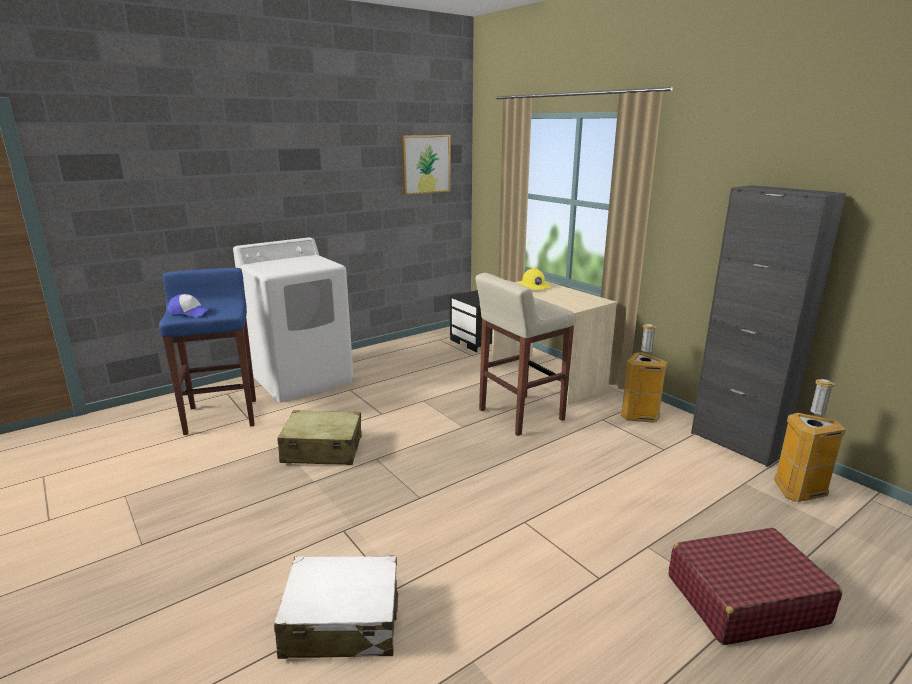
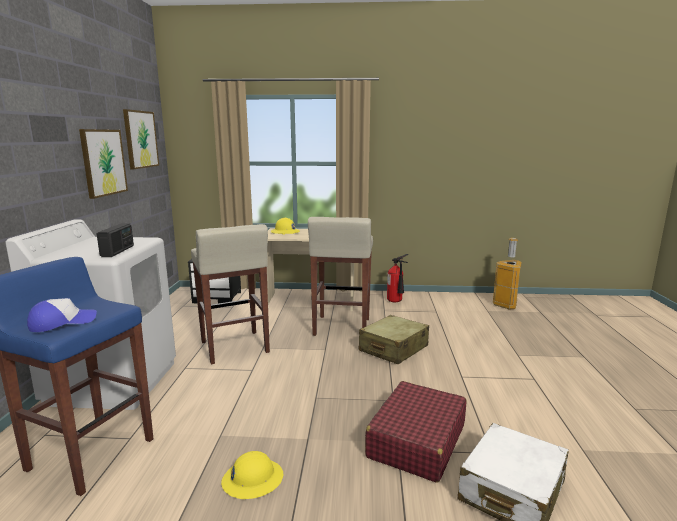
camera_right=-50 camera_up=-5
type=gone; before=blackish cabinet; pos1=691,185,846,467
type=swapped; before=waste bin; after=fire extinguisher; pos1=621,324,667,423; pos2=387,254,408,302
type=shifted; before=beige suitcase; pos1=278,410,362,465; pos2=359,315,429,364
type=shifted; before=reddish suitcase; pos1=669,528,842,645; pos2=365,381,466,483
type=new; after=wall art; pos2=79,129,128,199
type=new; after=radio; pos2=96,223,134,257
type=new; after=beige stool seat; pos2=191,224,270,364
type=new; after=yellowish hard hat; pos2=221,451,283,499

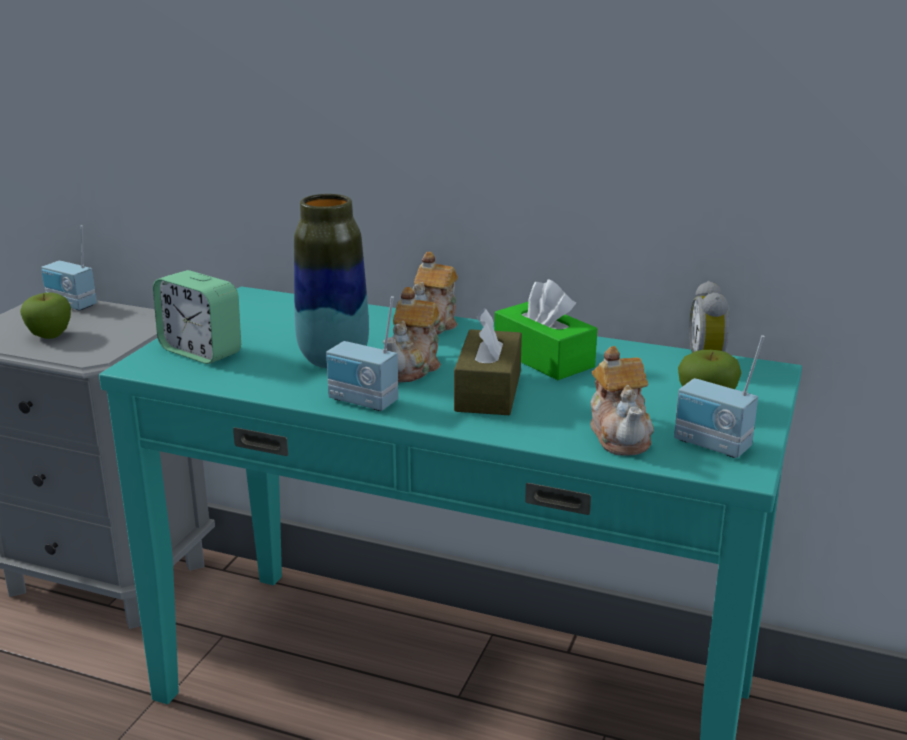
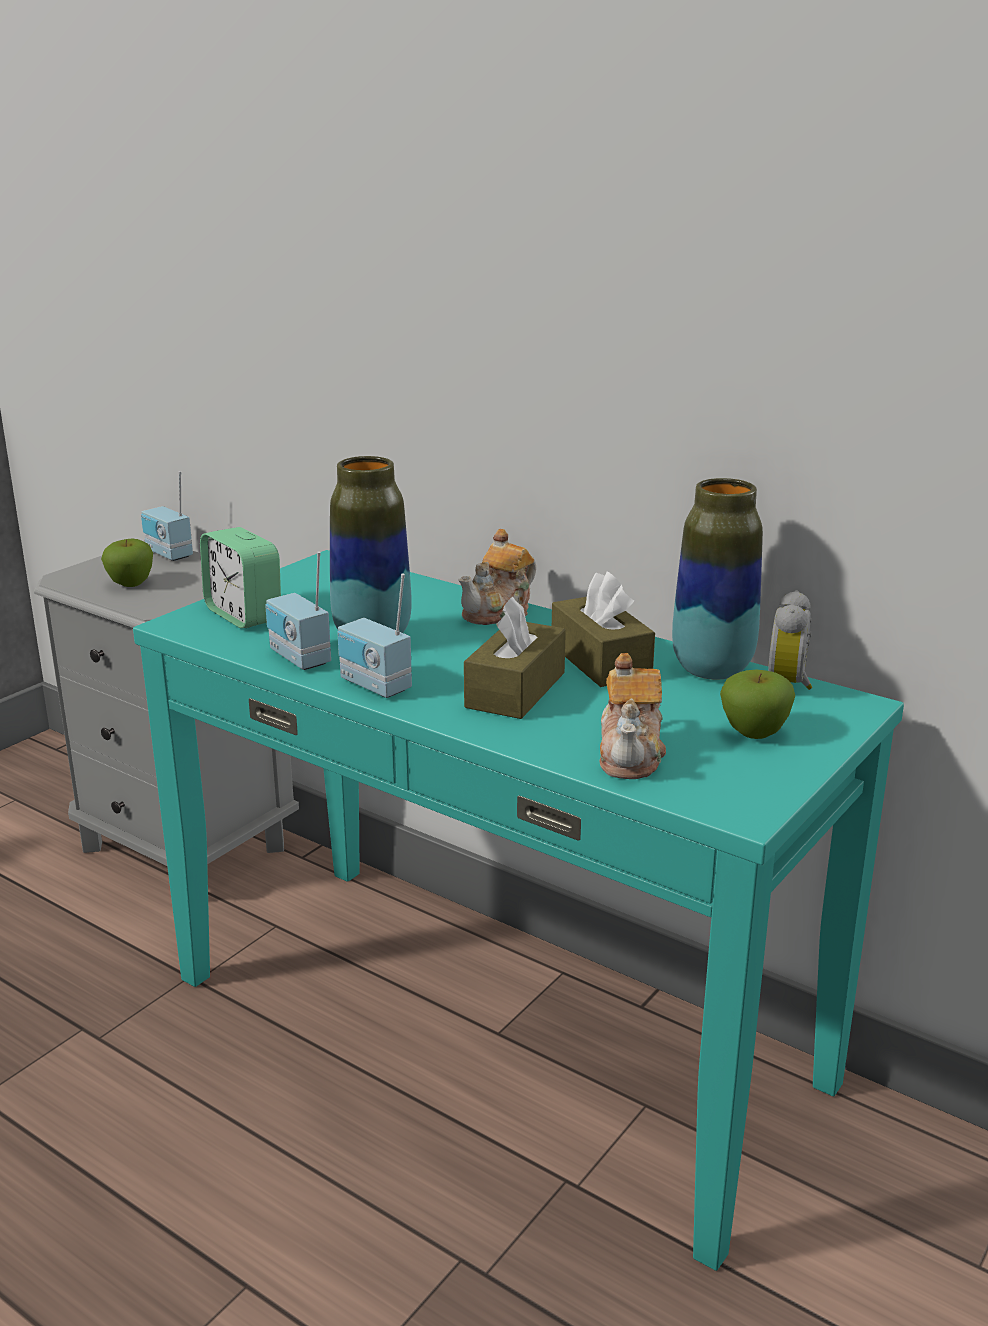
camera_right=15 camera_up=0
type=repainted; before=green-coloured box of tissues; after=brown box of tissues; pos1=494,279,597,380; pos2=552,572,655,687
type=gone; before=teapot; pos1=383,287,441,382
type=shifted; before=radio; pos1=674,335,765,458; pos2=265,551,331,670
type=new; after=vase; pos2=672,478,763,680

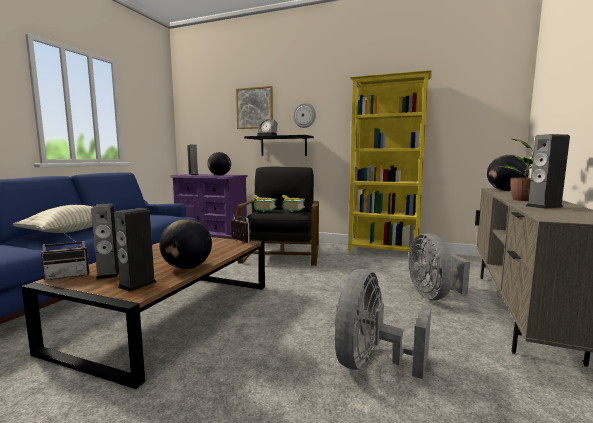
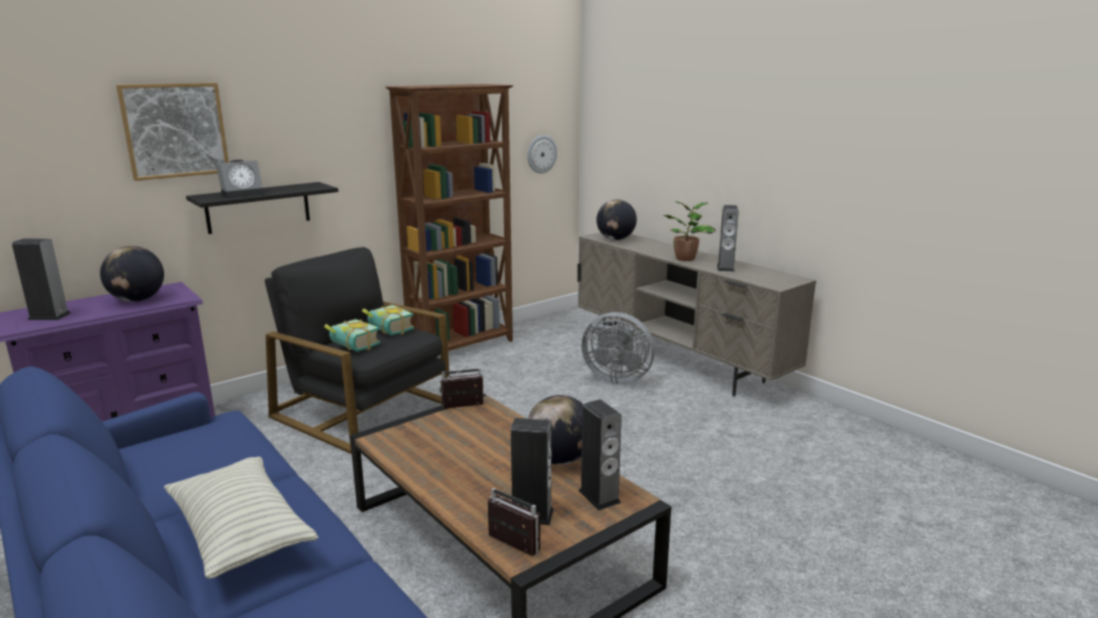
camera_right=-60 camera_up=10
type=repainted; before=yellowish shelving unit; after=brown shelving unit; pos1=348,70,432,252; pos2=385,84,513,351
type=shifted; before=wall clock; pos1=293,103,316,128; pos2=527,135,557,174
type=rotated; before=radio; pos1=41,231,90,280; pos2=488,488,540,556; turn=-60
type=gone; before=grey fan; pos1=335,269,431,379

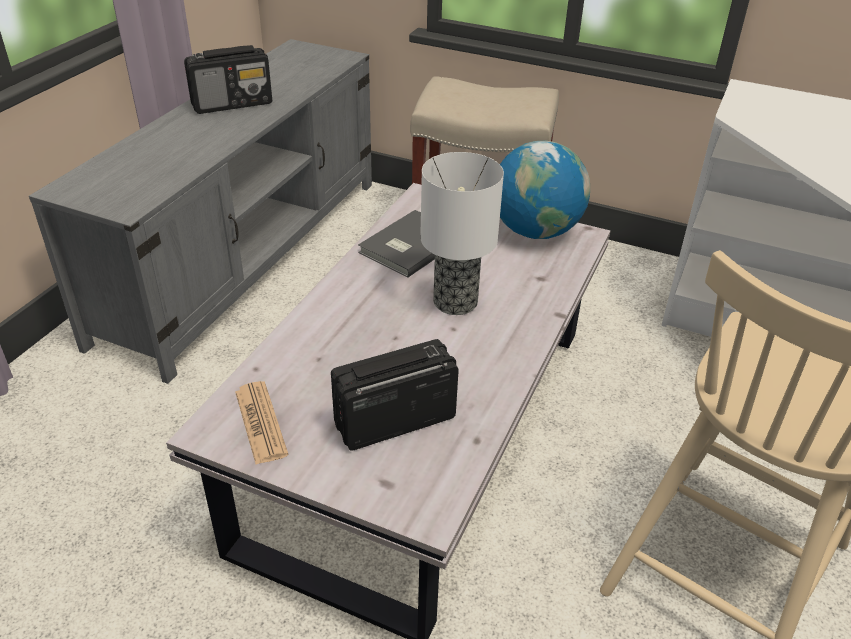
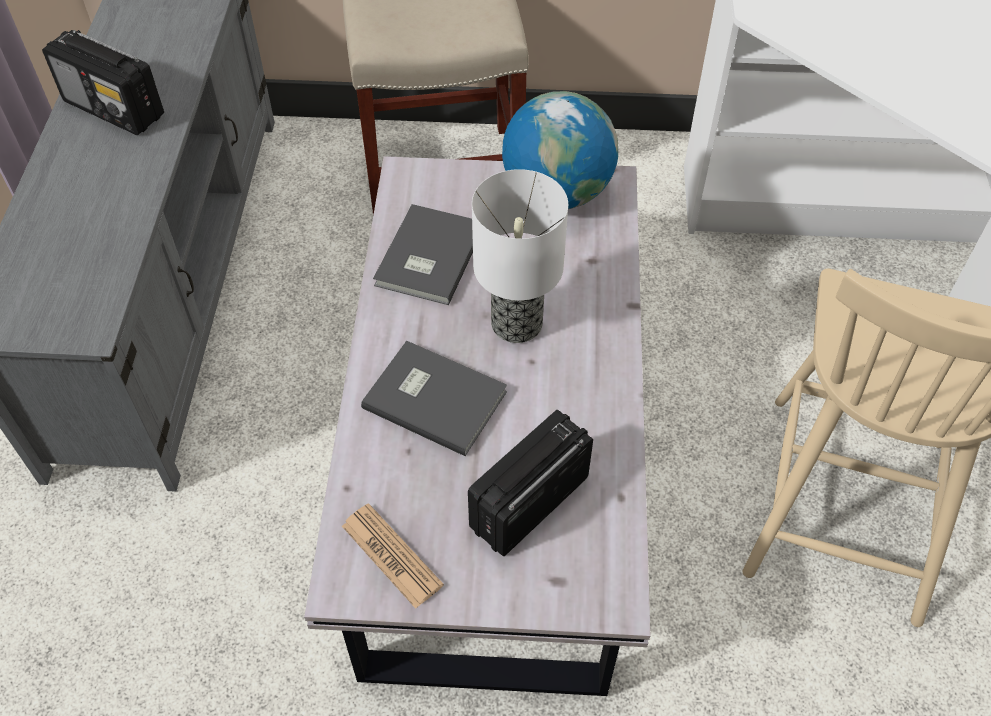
camera_right=-20 camera_up=15
type=rotated; before=radio; pos1=184,45,272,114; pos2=42,30,164,135; turn=75
type=new; after=grey bound book; pos2=361,341,507,456

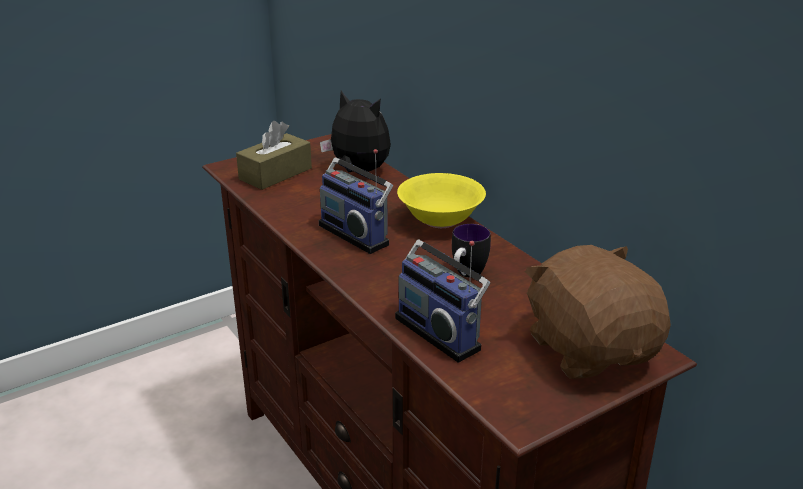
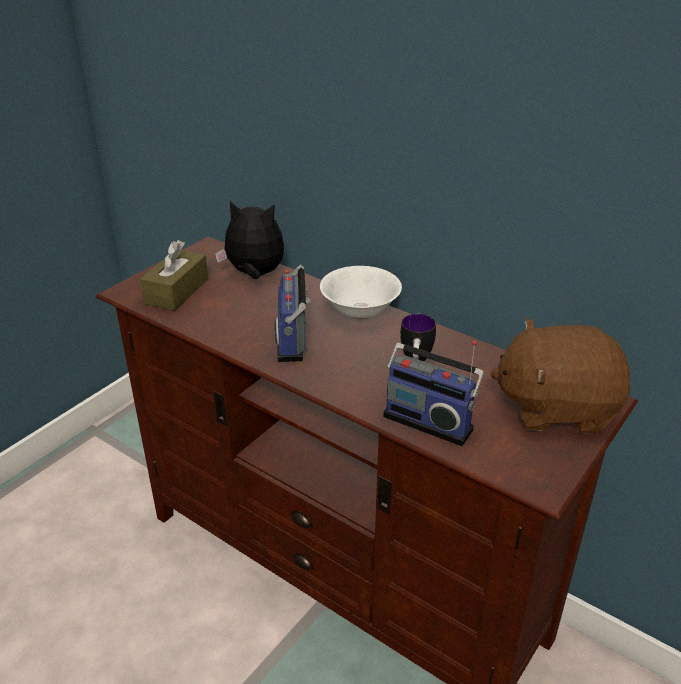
camera_right=-20 camera_up=5
type=rotated; before=radio; pos1=319,149,393,254; pos2=275,264,312,362; turn=60
type=repainted; before=yellowish deep dish; after=whitish deep dish; pos1=397,173,486,228; pos2=320,266,402,319
type=rotated; before=brown plush toy; pos1=525,245,671,379; pos2=491,318,630,434; turn=-45

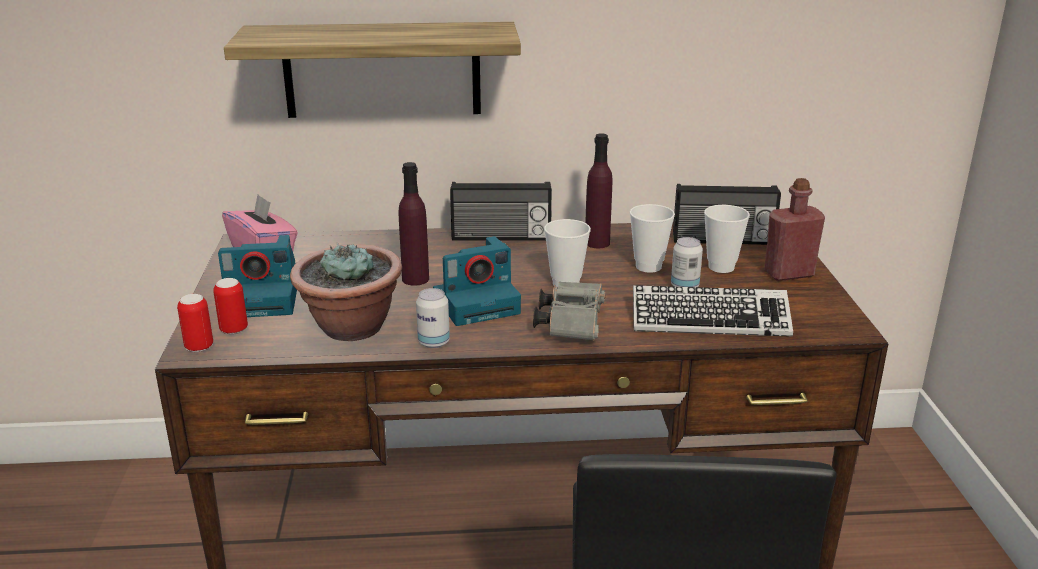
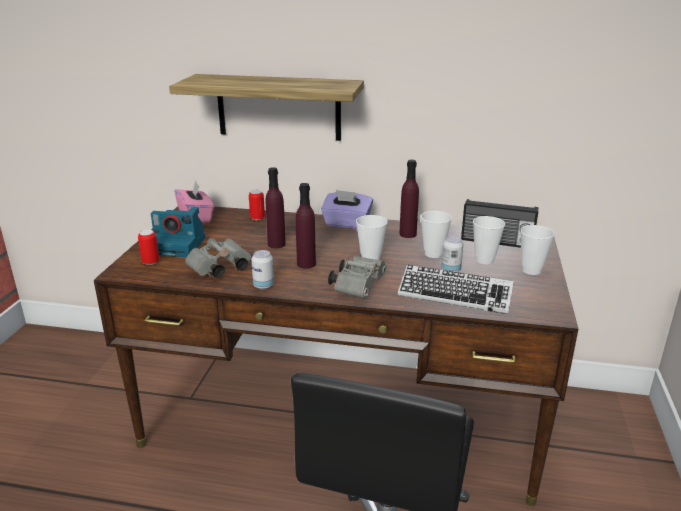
camera_right=15 camera_up=0
type=swapped; before=reddish drink bottle; after=small cup; pos1=764,178,825,281; pos2=520,225,555,275
type=swapped; before=radio; after=purplish box of tissues; pos1=450,182,552,241; pos2=321,190,373,229
type=swapped; before=photo camera; after=purplish drink bottle; pos1=433,236,521,326; pos2=296,183,316,269
type=swapped; before=plant in a pot; after=grey field glasses; pos1=290,243,402,341; pos2=185,238,251,278
type=shifted; before=metal can; pos1=177,294,213,352; pos2=249,190,265,221

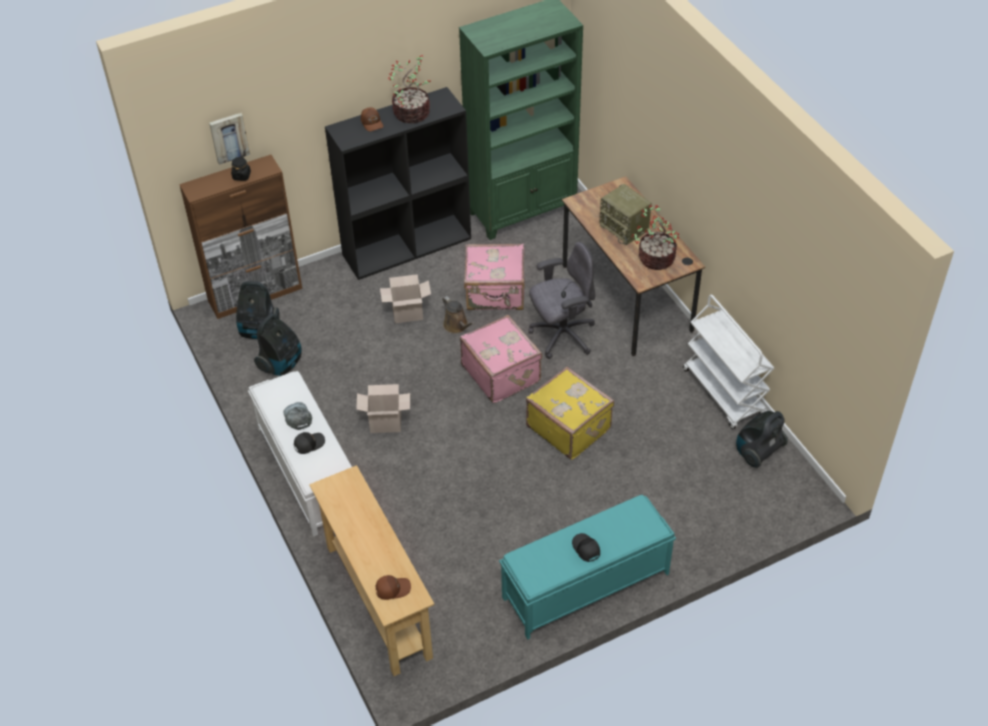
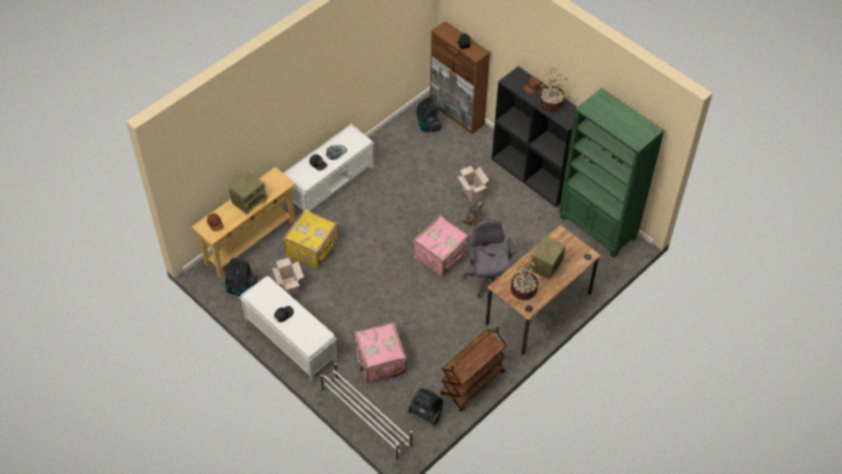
camera_right=70 camera_up=5
type=gone; before=wall art; pos1=209,113,250,165
type=rotated; before=grey desk chair; pos1=528,242,596,359; pos2=463,219,516,298; turn=-150
type=shifted; before=pink suitcase; pos1=464,244,524,310; pos2=354,322,407,384
type=repainted; before=whitish trolley; after=brown trolley; pos1=683,295,775,429; pos2=440,326,507,411
type=shifted; before=hoover; pos1=254,314,302,376; pos2=225,258,257,296
type=shifted; before=yellowish suitcase; pos1=526,367,614,460; pos2=283,209,339,269
type=shifted; before=carton; pos1=356,384,410,433; pos2=272,258,304,295
type=repainted; before=turquoise bench; after=whitish bench; pos1=499,495,676,640; pos2=240,277,337,381
type=new; after=radio; pos2=229,172,268,215
type=new; after=whitish shoe rack; pos2=320,363,412,461

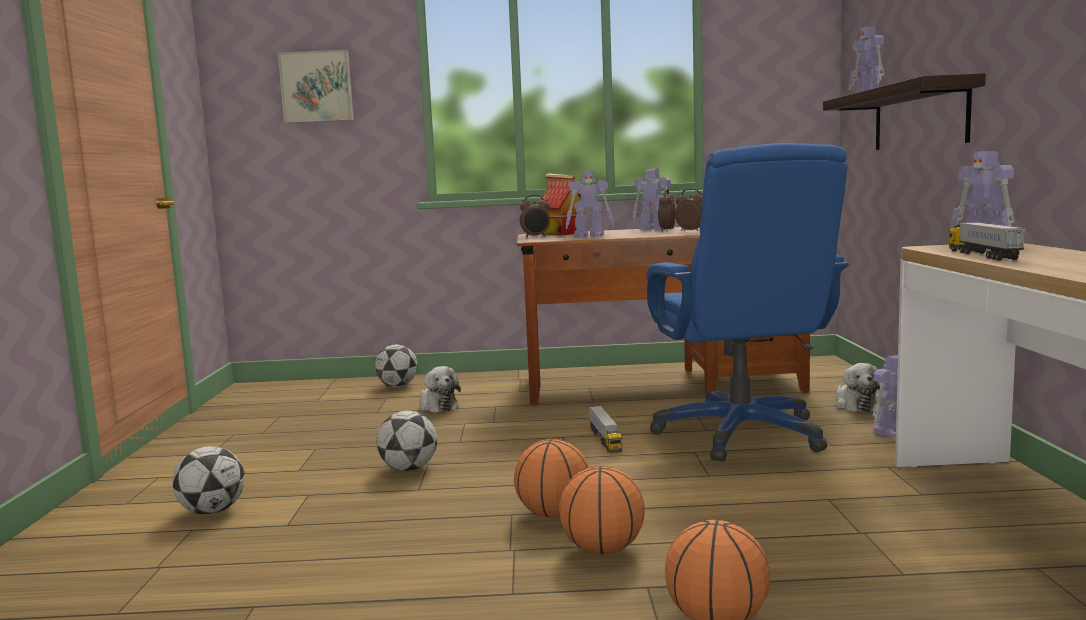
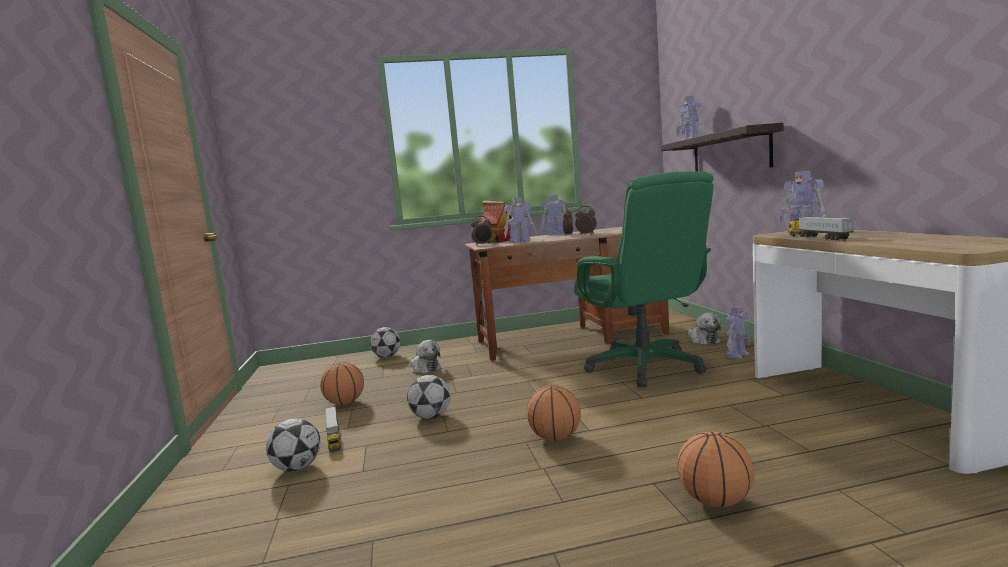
camera_right=-10 camera_up=0
type=gone; before=wall art; pos1=278,50,354,123
type=repainted; before=blue desk chair; after=green-coloured desk chair; pos1=646,143,849,461; pos2=574,171,714,387
type=shifted; before=model truck; pos1=589,406,623,453; pos2=325,406,341,452
type=shifted; before=basketball ball; pos1=559,466,645,554; pos2=320,362,364,405

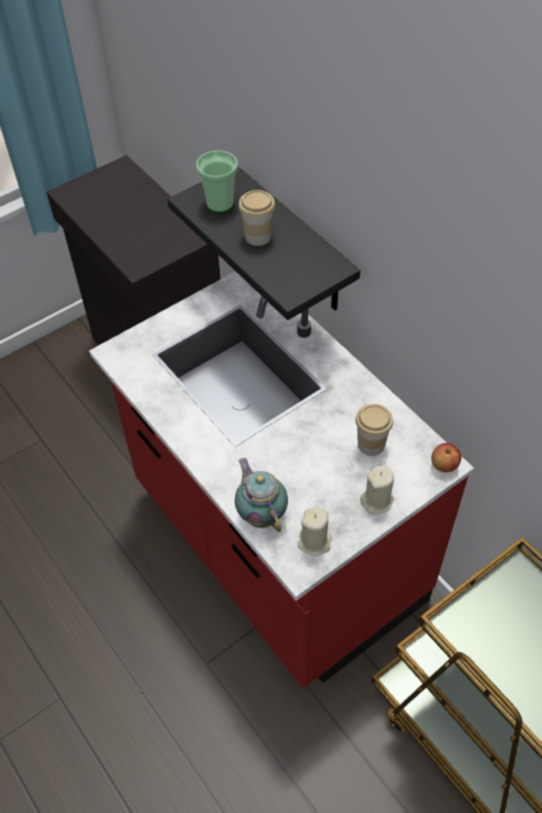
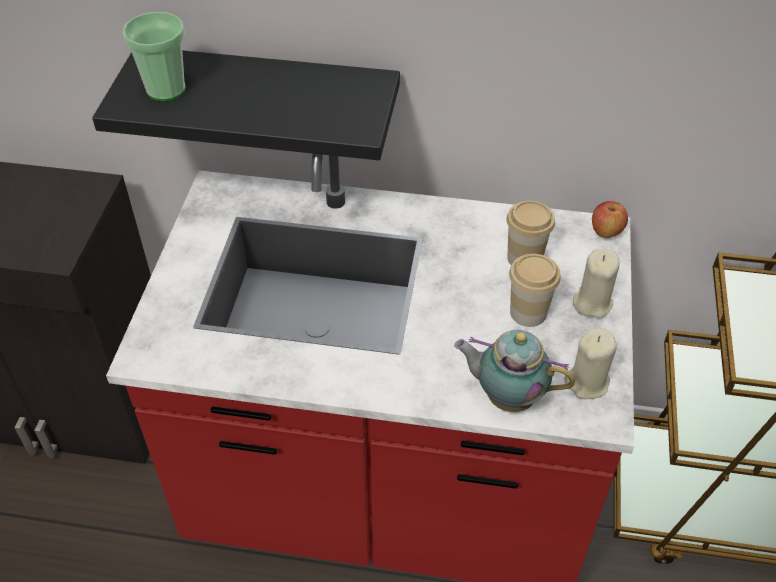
camera_right=-45 camera_up=-5
type=shifted; before=small cup; pos1=239,190,275,246; pos2=509,254,561,327

